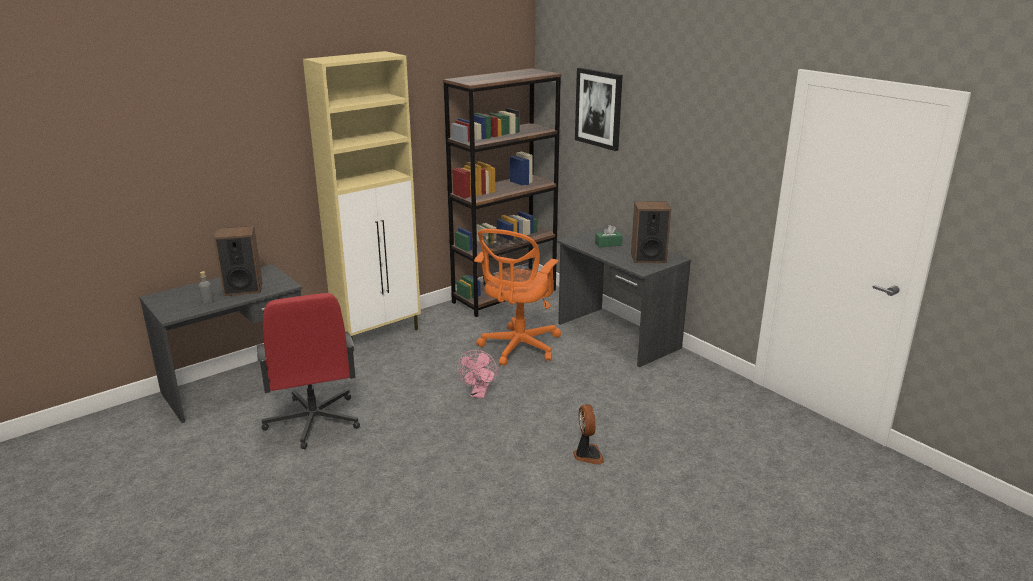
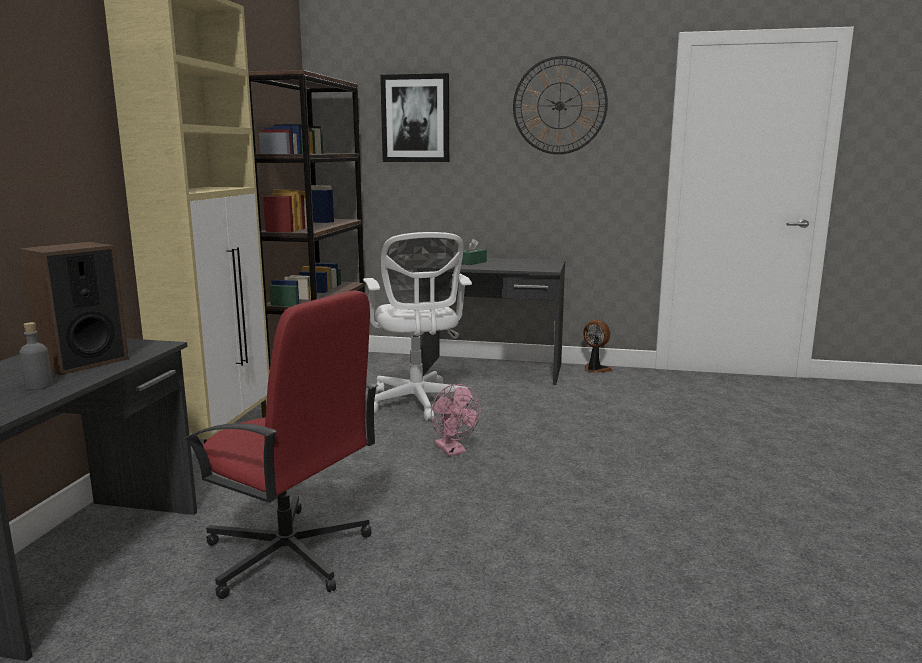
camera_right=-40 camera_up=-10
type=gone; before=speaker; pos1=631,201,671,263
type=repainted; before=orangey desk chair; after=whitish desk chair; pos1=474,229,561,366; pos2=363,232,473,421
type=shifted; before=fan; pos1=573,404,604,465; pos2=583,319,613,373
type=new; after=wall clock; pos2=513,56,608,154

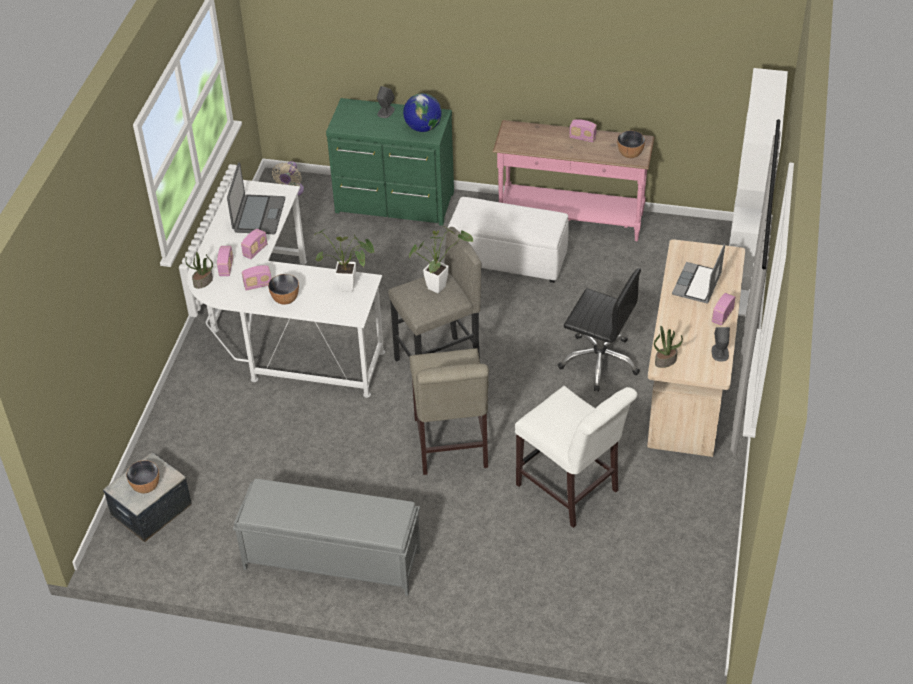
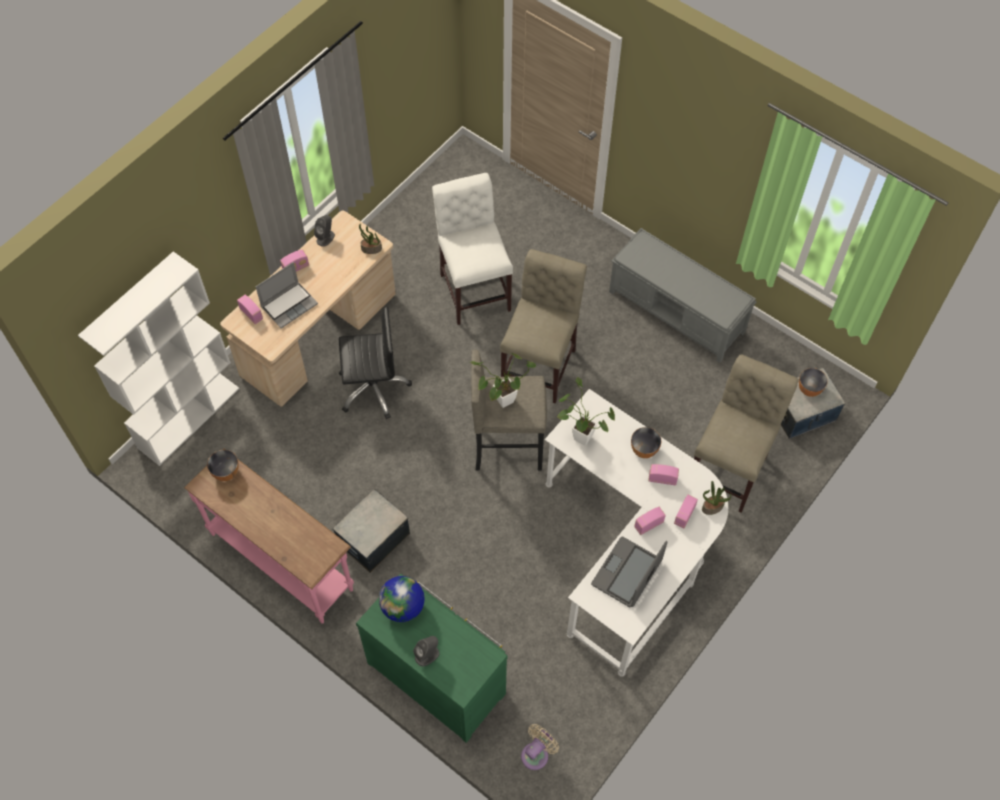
camera_right=-155 camera_up=15
type=shifted; before=radio; pos1=569,119,597,143; pos2=237,295,263,324
type=swapped; before=whitish footrest; after=storage container; pos1=448,197,569,283; pos2=333,489,410,573
type=rotated; before=blackish desk chair; pos1=558,268,641,392; pos2=339,306,412,419; turn=120
type=new; after=beige chair; pos2=694,355,799,513

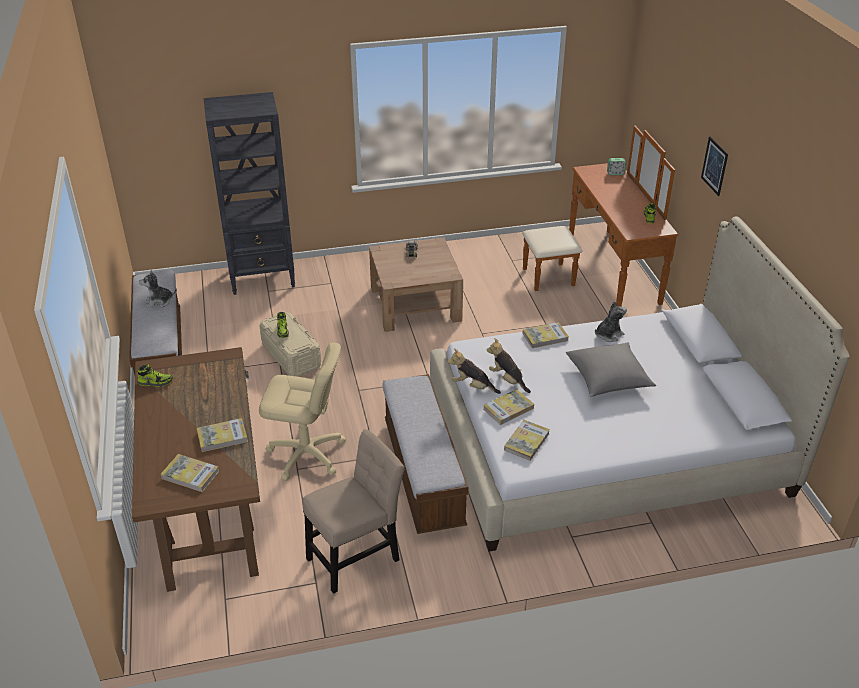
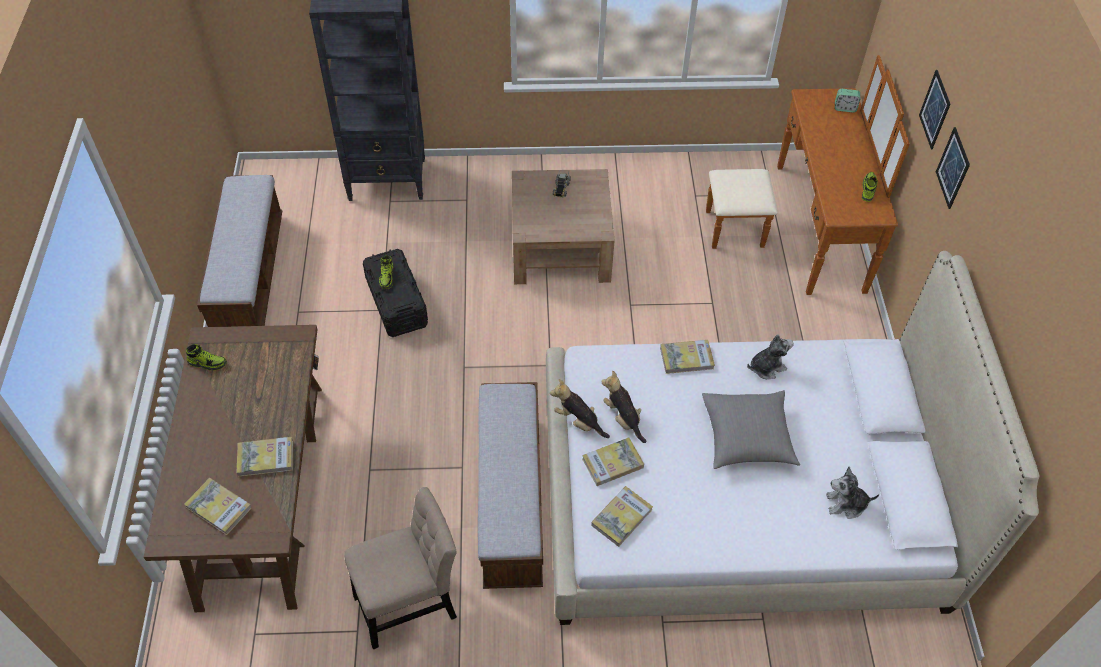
camera_right=10 camera_up=15
type=shifted; before=plush toy; pos1=139,270,177,308; pos2=826,467,879,519
type=repainted; before=beige storage container; after=blackish storage container; pos1=259,313,321,376; pos2=363,249,428,337
type=gone; before=beige desk chair; pos1=259,343,346,481
type=new; after=wall art; pos2=919,70,951,149

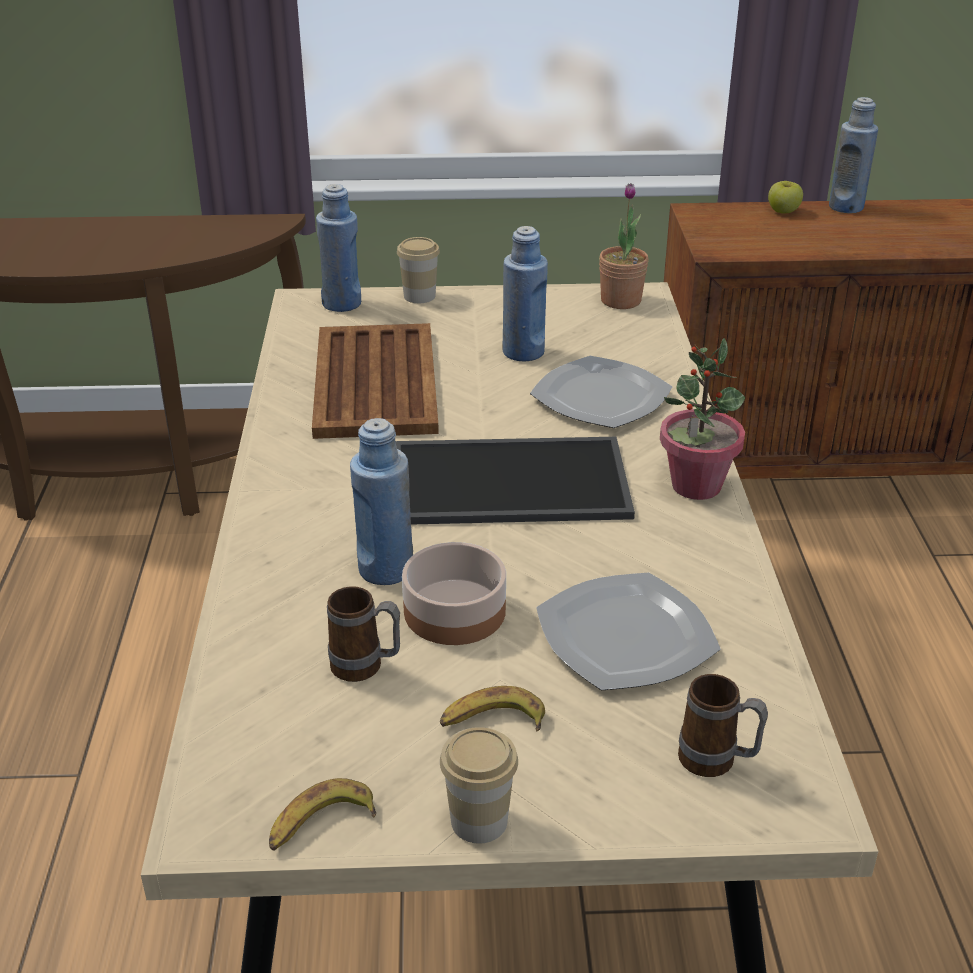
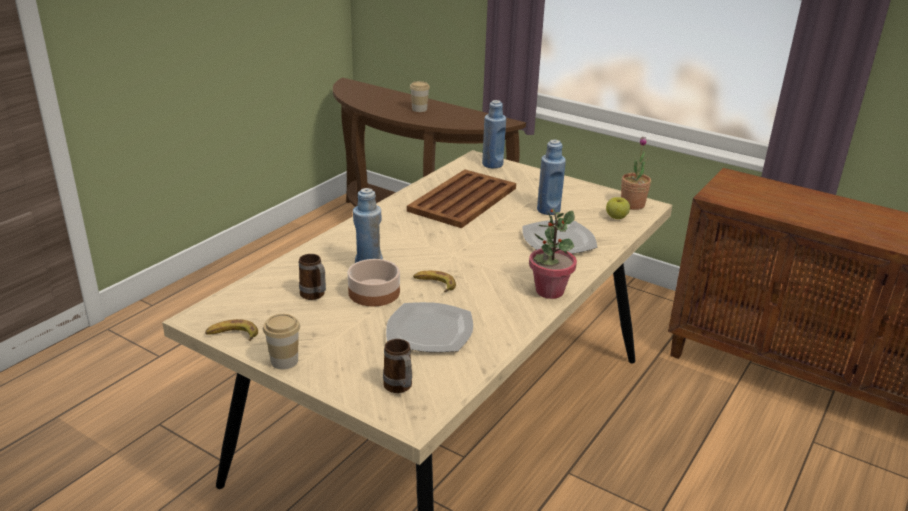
camera_right=35 camera_up=-5
type=gone; before=blue drink bottle; pos1=829,97,878,213
type=shifted; before=apple fruit; pos1=768,181,803,214; pos2=606,197,630,219
type=shifted; before=small cup; pos1=397,237,440,303; pos2=410,81,430,112
type=gone; before=serving tray; pos1=395,437,635,525
type=shifted; before=banana; pos1=440,686,545,731; pos2=413,271,456,292

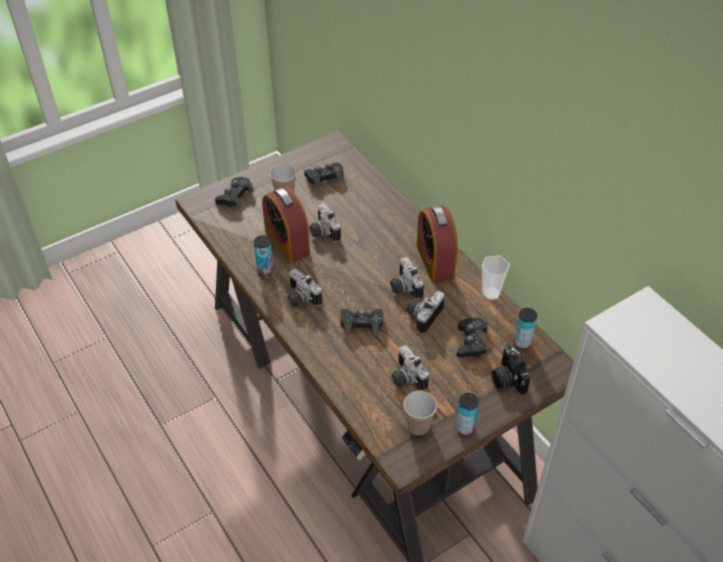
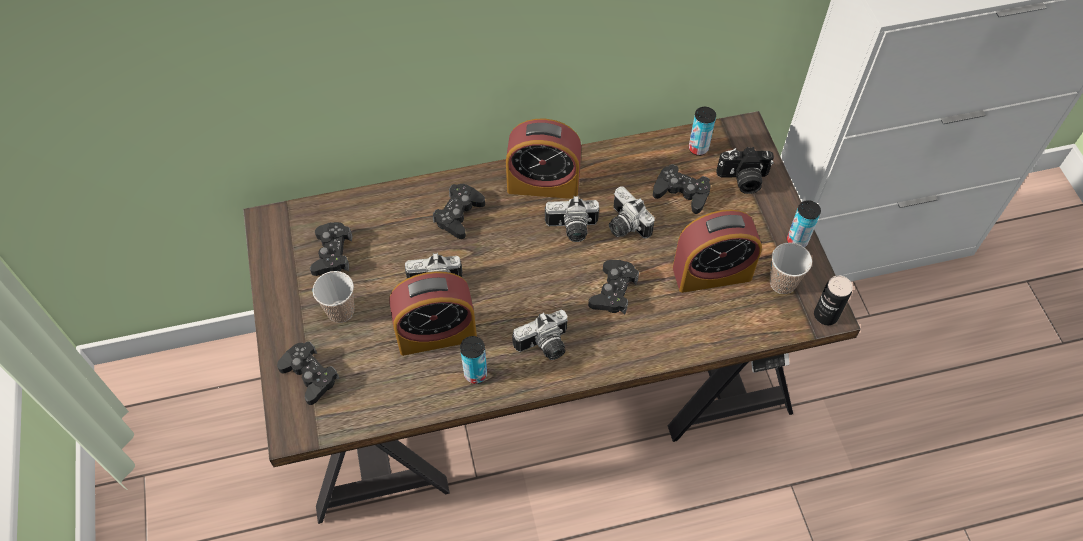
camera_right=-70 camera_up=10
type=gone; before=small cup; pos1=482,255,510,300
type=swapped; before=photo camera; after=alarm clock; pos1=391,345,429,391; pos2=673,209,762,293
type=new; after=blackish game controller; pos2=433,184,485,239
type=new; after=metal can; pos2=814,275,853,325

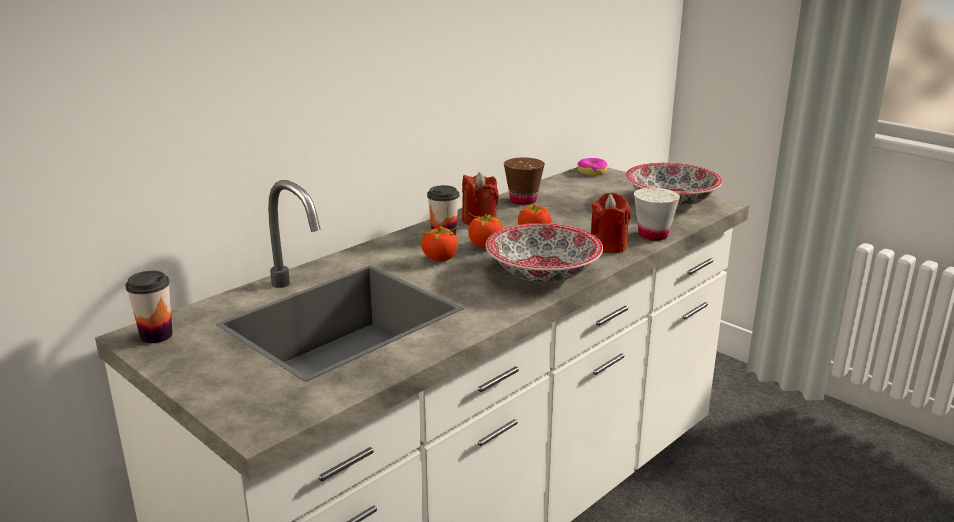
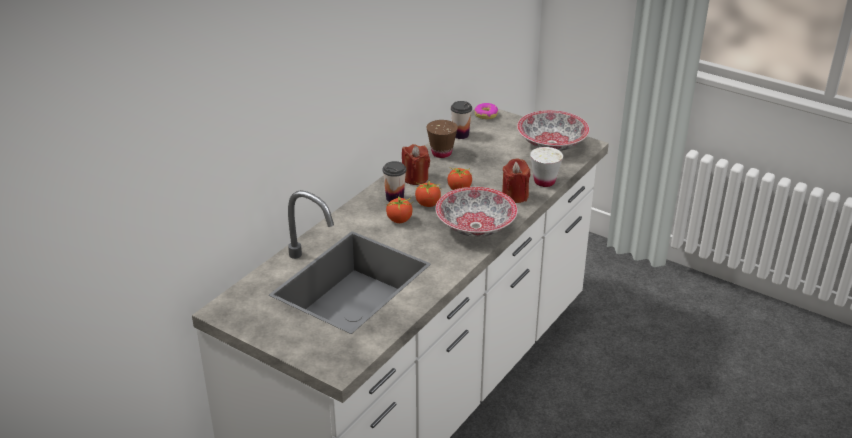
camera_right=-10 camera_up=10
type=shifted; before=small cup; pos1=125,271,173,343; pos2=451,101,472,139

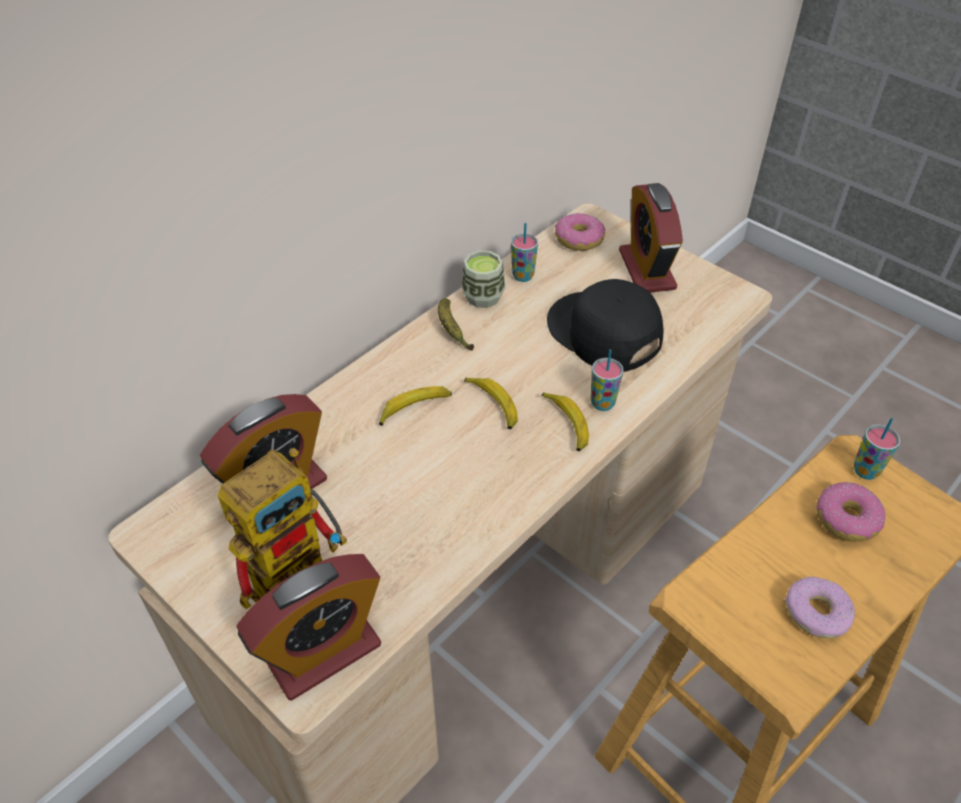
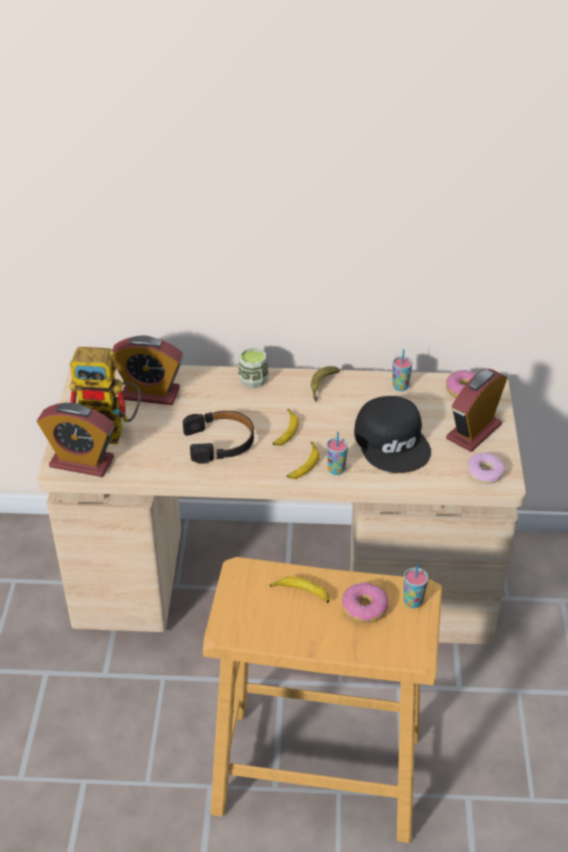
camera_right=50 camera_up=-5
type=shifted; before=small cup; pos1=461,251,505,308; pos2=238,347,268,388
type=rotated; before=blackish baseball cap; pos1=547,279,664,372; pos2=354,396,431,473; turn=150
type=shifted; before=banana; pos1=379,386,452,426; pos2=270,576,330,603
type=shifted; before=doughnut; pos1=785,577,855,638; pos2=468,453,505,484
type=new; after=blackish pair of headphones; pos2=183,411,254,464

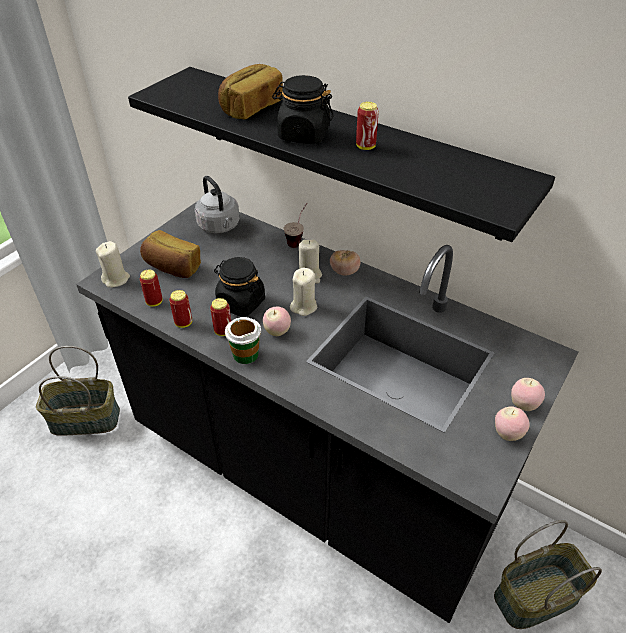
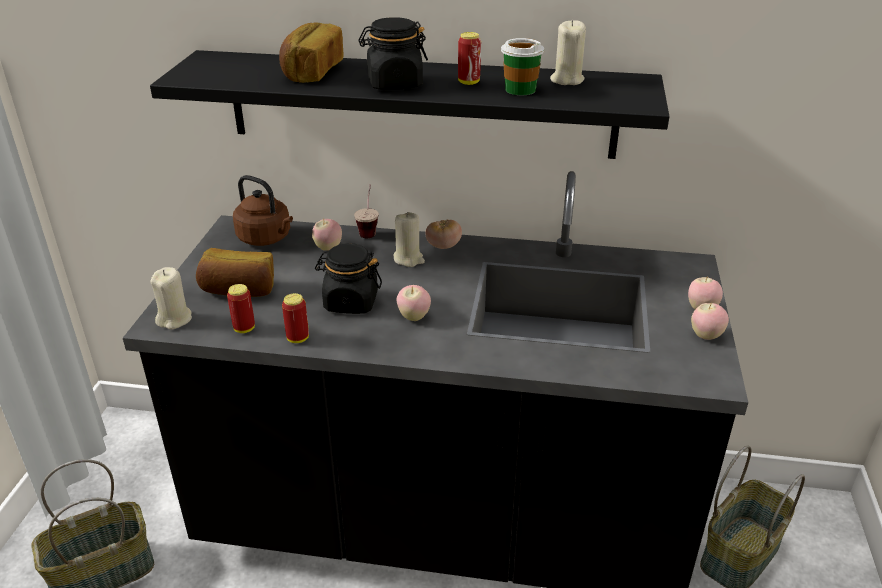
camera_right=-25 camera_up=-10
type=repainted; before=grey kettle; after=brown kettle; pos1=195,176,240,234; pos2=233,175,293,246
type=shifted; before=beige candle; pos1=290,267,317,316; pos2=550,20,586,85
type=gone; before=metal can; pos1=210,298,231,336
type=shifted; before=small cup; pos1=225,317,261,364; pos2=501,38,544,95
type=new; after=apple fruit; pos2=312,219,342,251

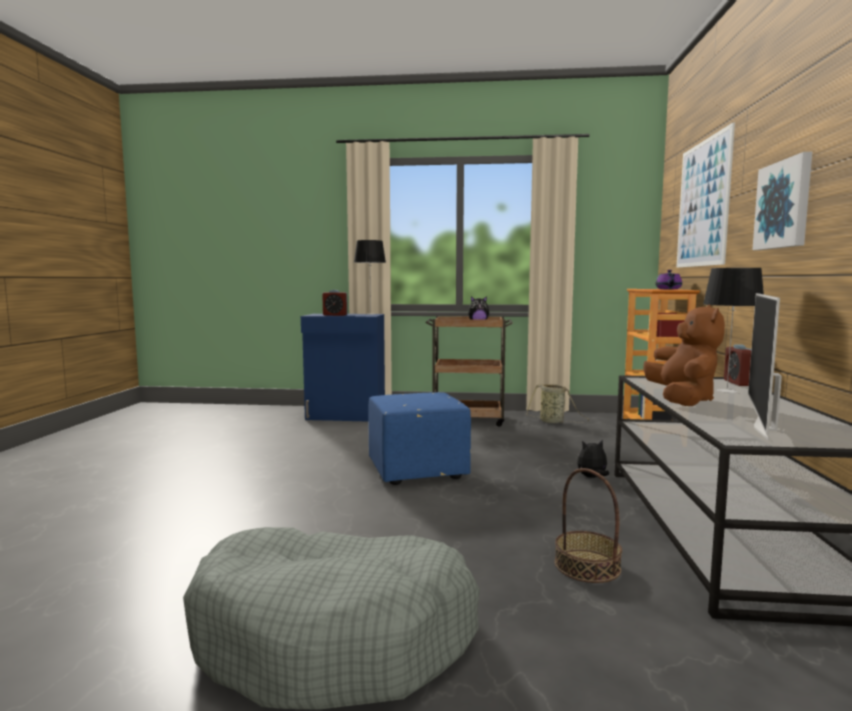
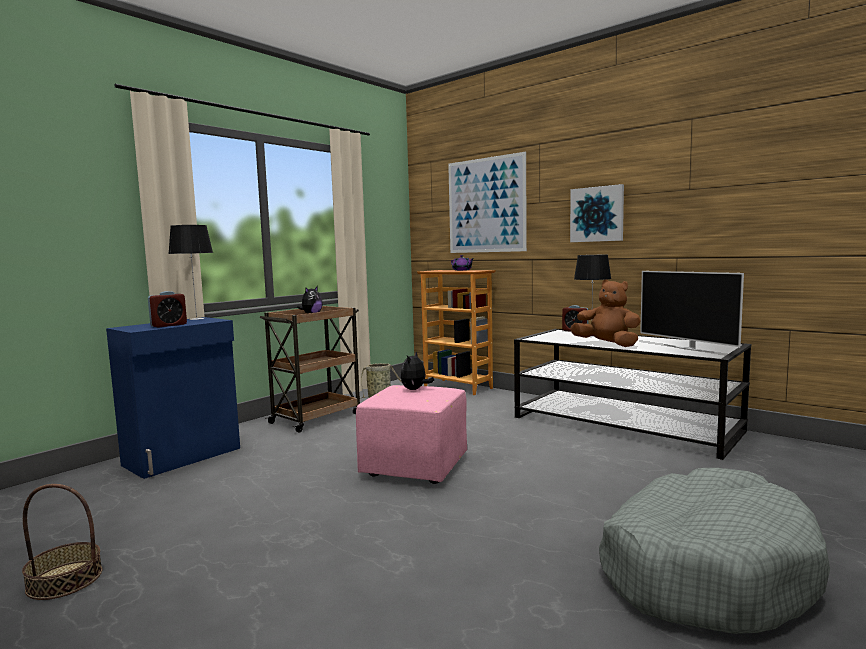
camera_right=-55 camera_up=0
type=repainted; before=blue footrest; after=pink footrest; pos1=369,392,471,485; pos2=356,385,467,484
type=shifted; before=plush toy; pos1=577,440,609,478; pos2=401,352,434,390
type=shifted; before=basket; pos1=554,468,622,583; pos2=22,484,102,600

